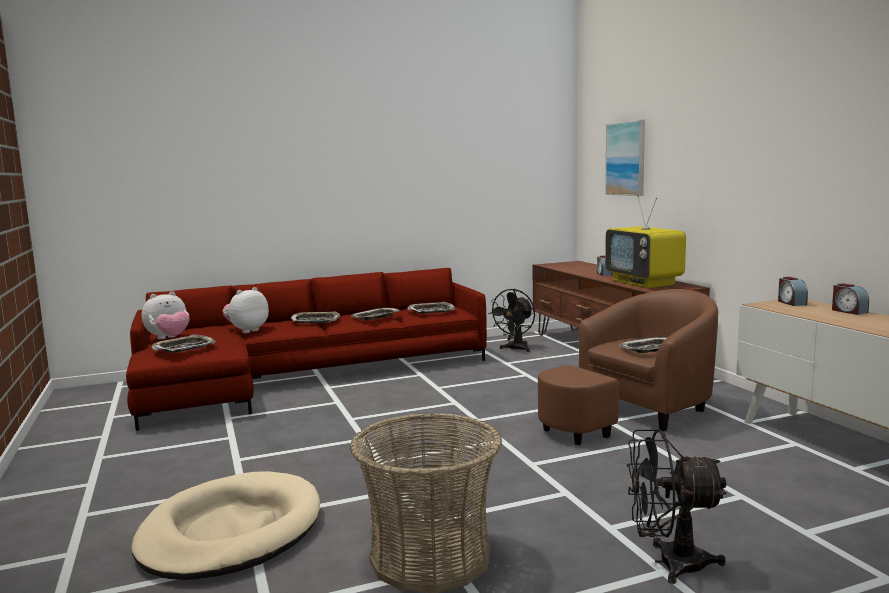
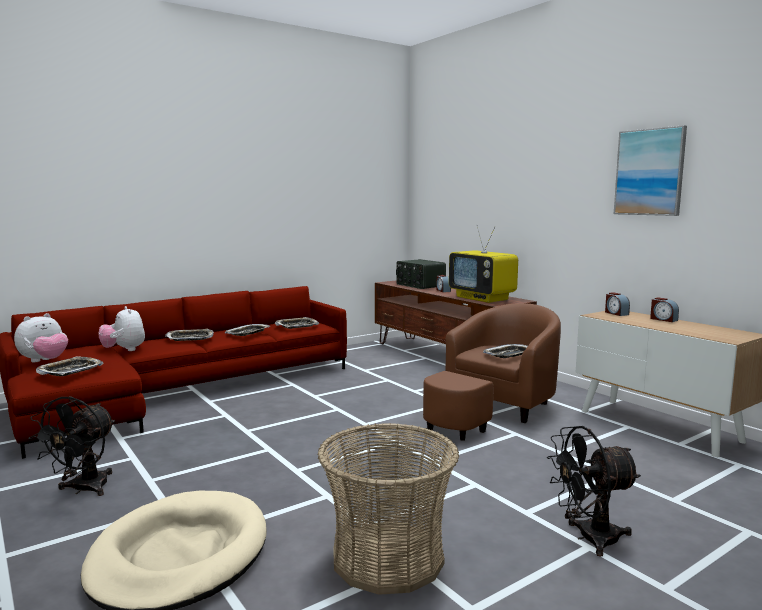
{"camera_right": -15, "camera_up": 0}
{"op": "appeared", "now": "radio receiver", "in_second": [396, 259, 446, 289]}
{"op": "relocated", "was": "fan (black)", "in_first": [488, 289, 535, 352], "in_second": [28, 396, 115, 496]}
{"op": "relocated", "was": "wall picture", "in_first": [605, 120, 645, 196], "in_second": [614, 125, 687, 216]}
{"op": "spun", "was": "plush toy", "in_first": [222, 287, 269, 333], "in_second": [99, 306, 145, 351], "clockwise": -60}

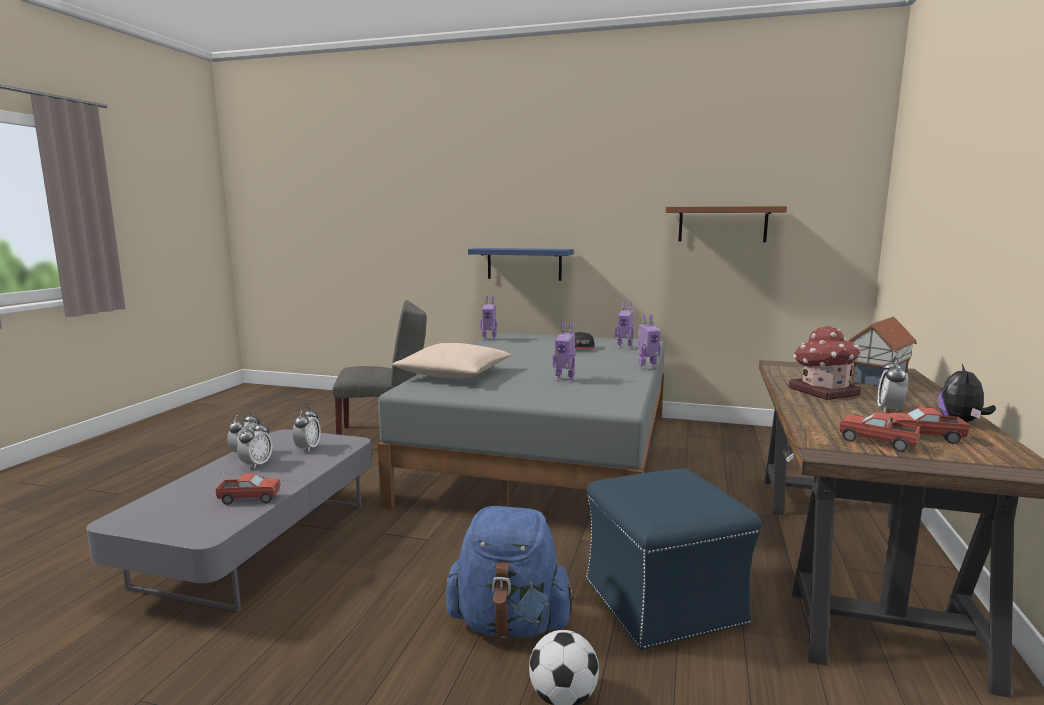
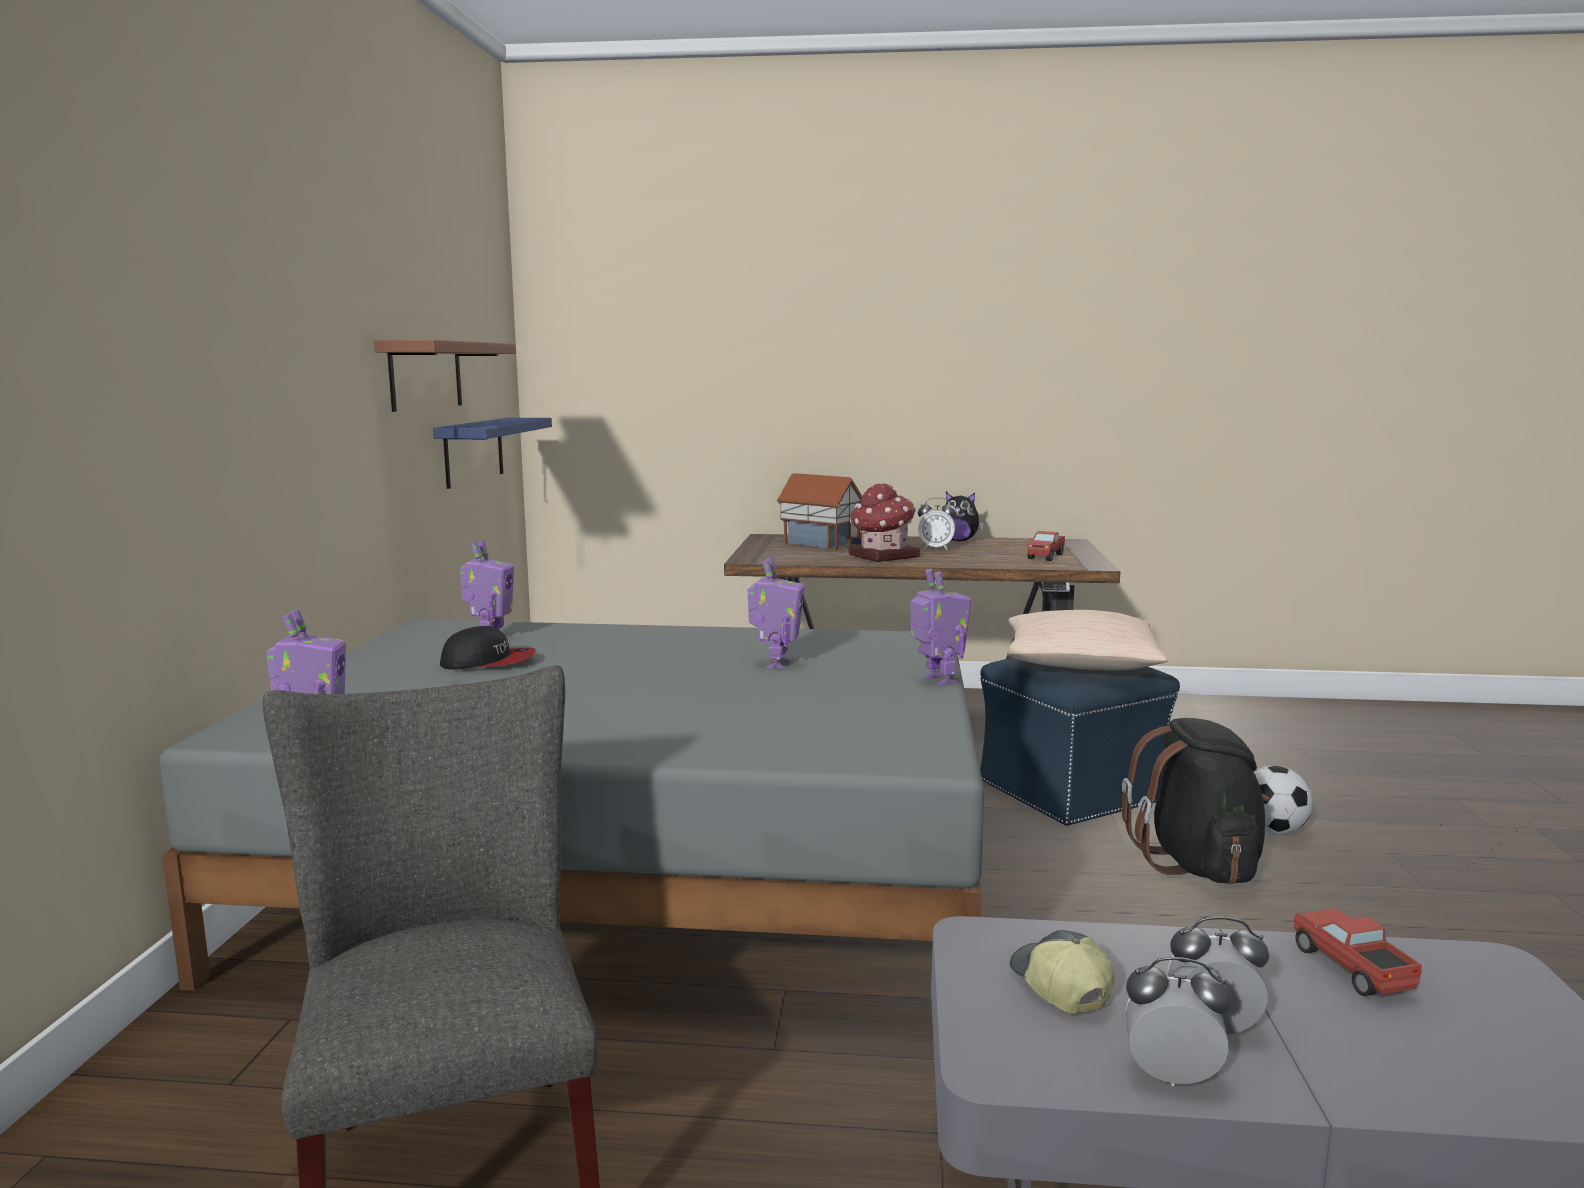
{"camera_right": -100, "camera_up": 0}
{"op": "missing", "was": "model truck", "in_first": [888, 407, 969, 444]}
{"op": "relocated", "was": "throw pillow (sand-coloured)", "in_first": [392, 343, 511, 378], "in_second": [1007, 610, 1168, 670]}
{"op": "relocated", "was": "shelf (blue-coloured)", "in_first": [468, 248, 574, 281], "in_second": [433, 418, 552, 489]}
{"op": "relocated", "was": "model robot", "in_first": [637, 314, 661, 369], "in_second": [911, 569, 971, 685]}
{"op": "exchanged", "was": "alarm clock", "now": "peaked cap", "in_first": [293, 407, 321, 452], "in_second": [1010, 930, 1114, 1014]}
{"op": "colour", "was": "knapsack (blue-coloured)", "now": "knapsack (black)", "in_first": [446, 506, 576, 638], "in_second": [1122, 718, 1269, 884]}

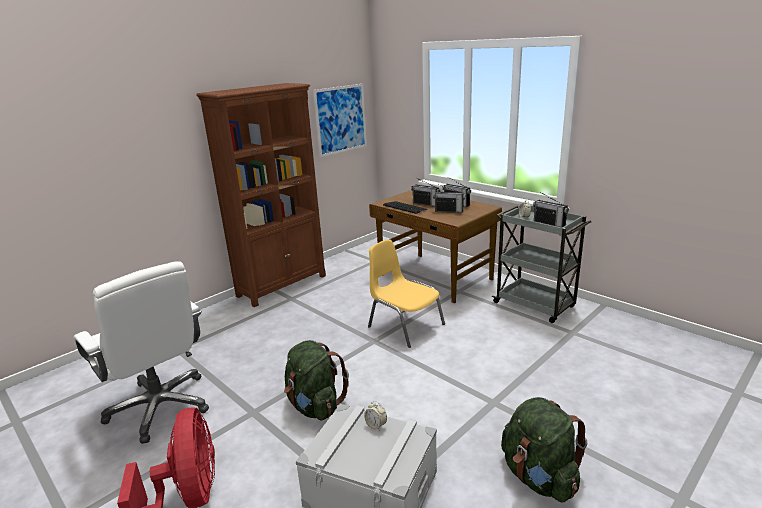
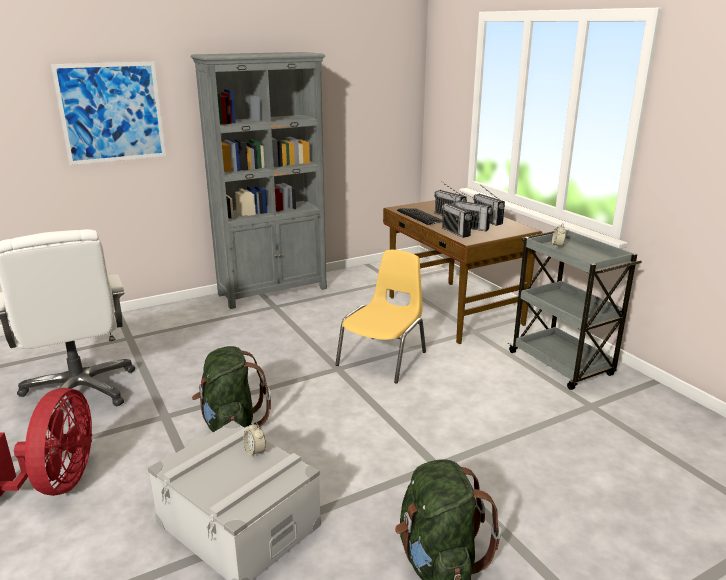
{"camera_right": 15, "camera_up": 0}
{"op": "relocated", "was": "wall picture", "in_first": [313, 84, 367, 157], "in_second": [51, 62, 166, 165]}
{"op": "relocated", "was": "radio receiver", "in_first": [533, 192, 569, 228], "in_second": [442, 194, 472, 238]}
{"op": "colour", "was": "shelving unit (brownish)", "now": "shelving unit (grey)", "in_first": [196, 83, 326, 307], "in_second": [191, 52, 327, 309]}
{"op": "spun", "was": "plain chair (yellow)", "in_first": [368, 240, 445, 348], "in_second": [335, 250, 426, 384], "clockwise": 60}

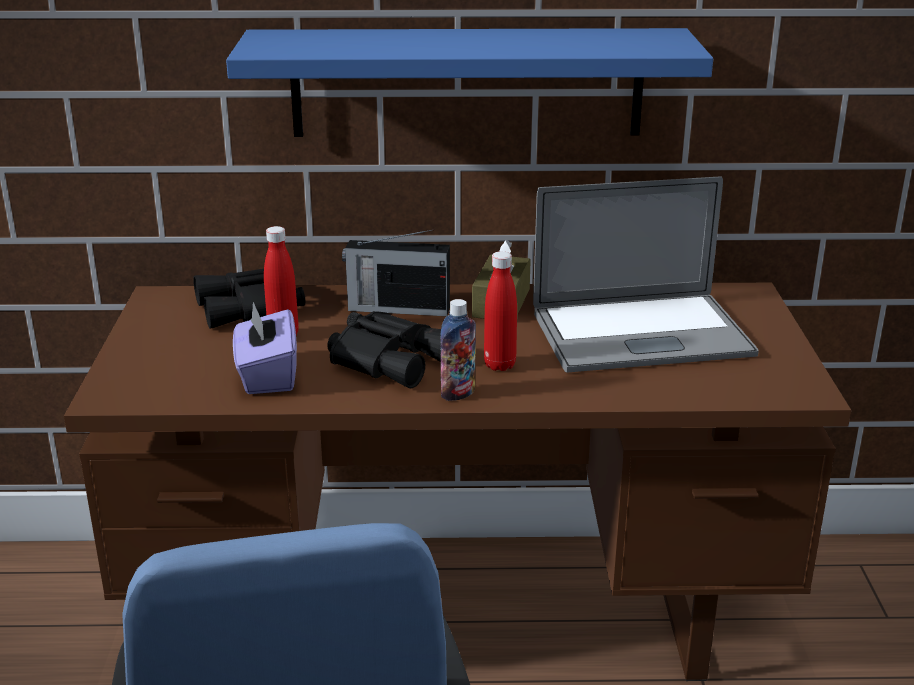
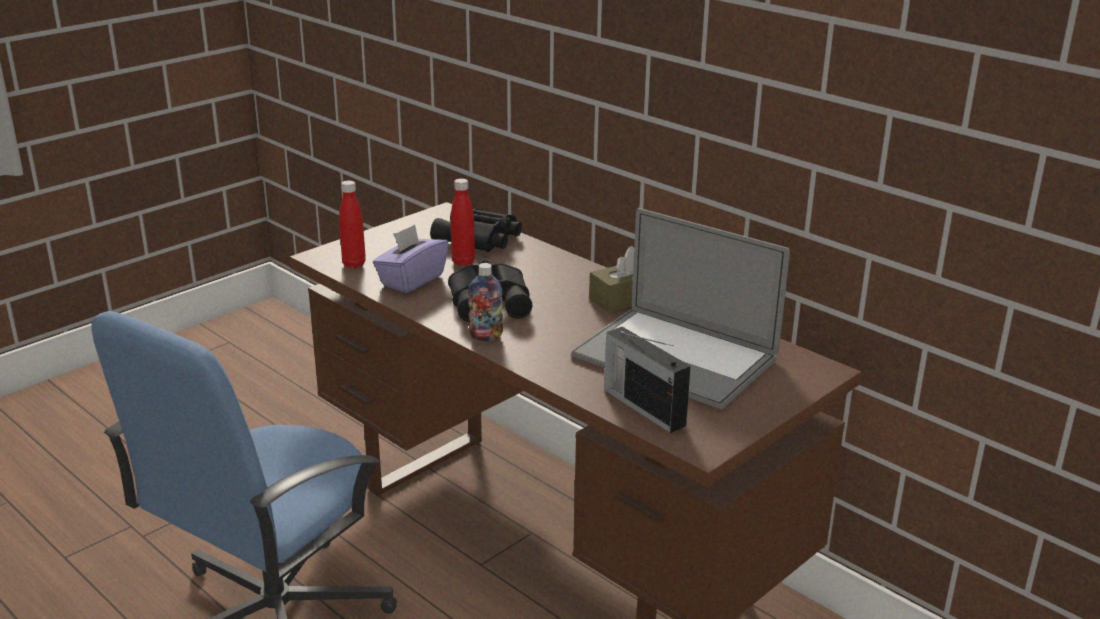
{"camera_right": 45, "camera_up": 0}
{"op": "missing", "was": "shelf (blue-coloured)", "in_first": [226, 28, 713, 137]}
{"op": "relocated", "was": "radio receiver", "in_first": [342, 229, 450, 316], "in_second": [604, 327, 691, 433]}
{"op": "relocated", "was": "drink bottle (reddish)", "in_first": [484, 251, 517, 371], "in_second": [339, 180, 366, 268]}

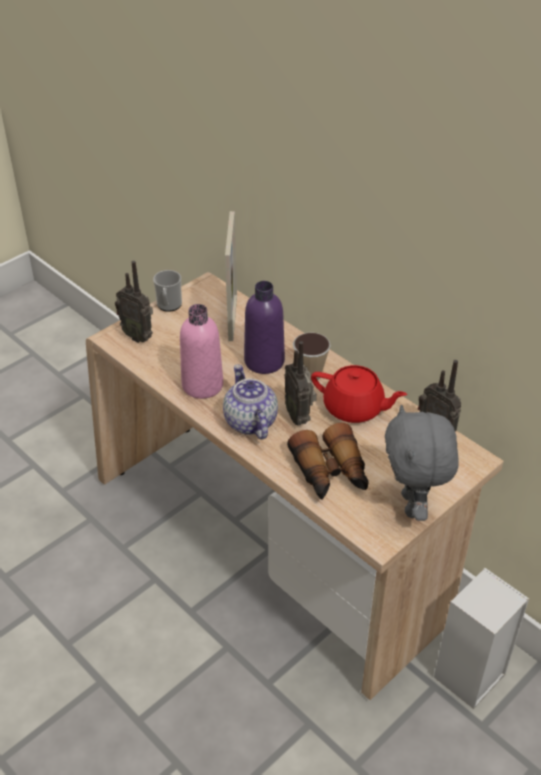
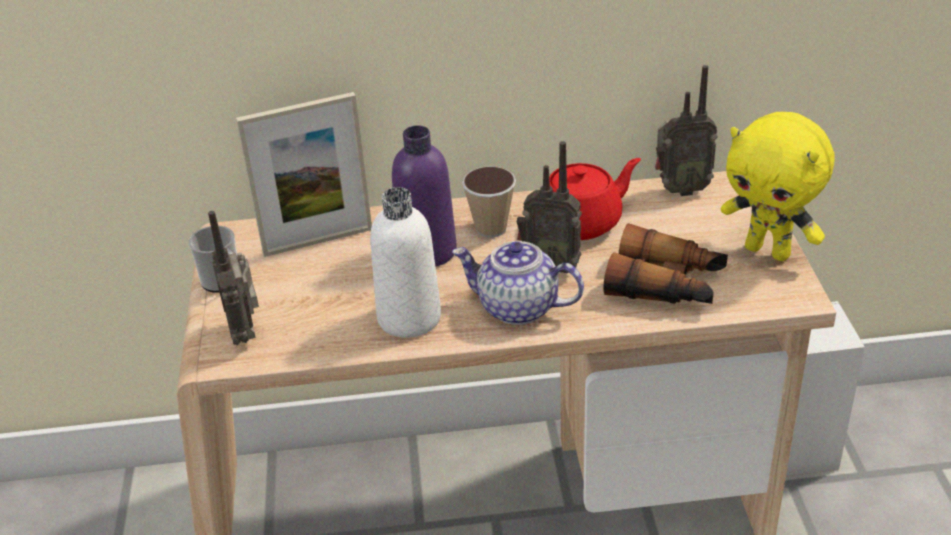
{"camera_right": -50, "camera_up": -5}
{"op": "colour", "was": "drink bottle (pink)", "now": "drink bottle (white-coloured)", "in_first": [180, 304, 223, 399], "in_second": [370, 187, 441, 338]}
{"op": "colour", "was": "plush toy (grey)", "now": "plush toy (yellow)", "in_first": [385, 405, 459, 521], "in_second": [721, 112, 835, 261]}
{"op": "spun", "was": "radio receiver", "in_first": [115, 261, 153, 343], "in_second": [208, 211, 259, 345], "clockwise": 90}
{"op": "spun", "was": "picture frame", "in_first": [225, 211, 237, 341], "in_second": [236, 92, 372, 257], "clockwise": 120}

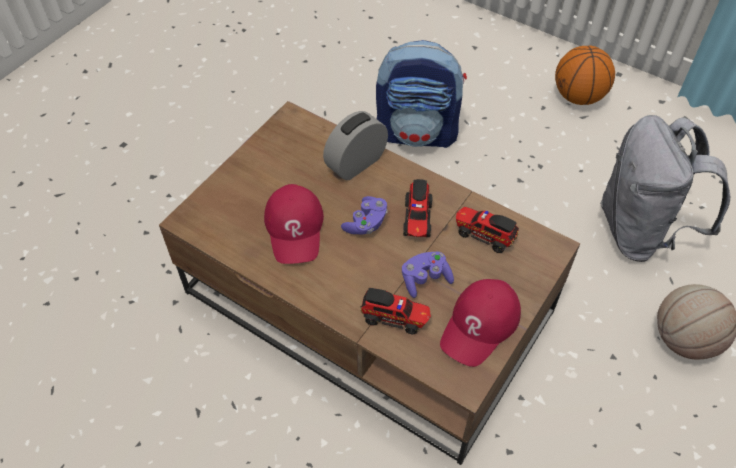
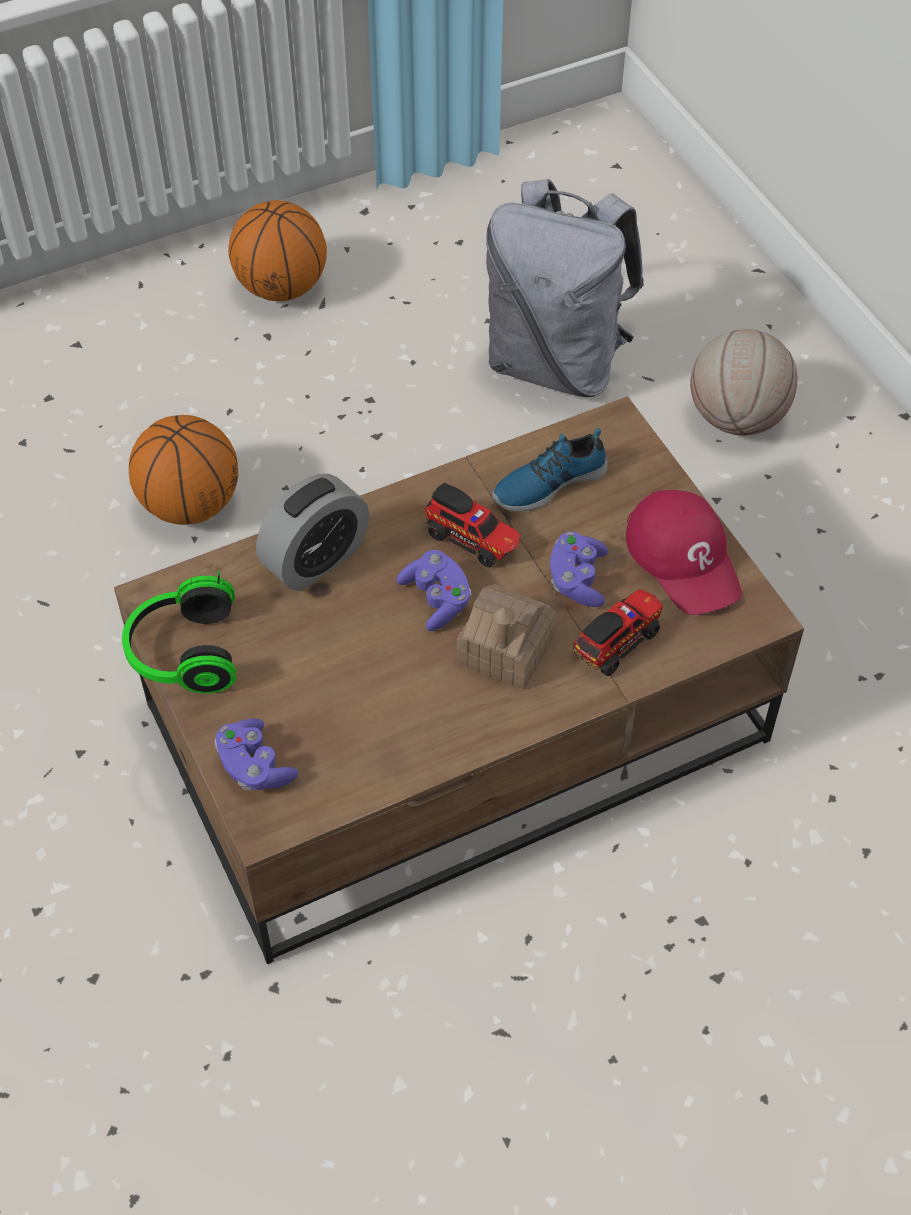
{"camera_right": -60, "camera_up": 0}
{"op": "missing", "was": "peaked cap (reddish)", "in_first": [264, 184, 324, 264]}
{"op": "appeared", "now": "pair of headphones", "in_second": [122, 570, 236, 693]}
{"op": "appeared", "now": "joypad (purplish)", "in_second": [214, 718, 298, 790]}
{"op": "appeared", "now": "toy house", "in_second": [457, 584, 555, 690]}
{"op": "exchanged", "was": "knapsack", "now": "ball for basketball", "in_first": [376, 40, 467, 148], "in_second": [129, 415, 238, 525]}
{"op": "exchanged", "was": "model truck", "now": "low shoe", "in_first": [456, 207, 519, 253], "in_second": [492, 428, 608, 512]}
{"op": "spun", "was": "alarm clock", "in_first": [323, 111, 388, 180], "in_second": [256, 474, 370, 591], "clockwise": -120}

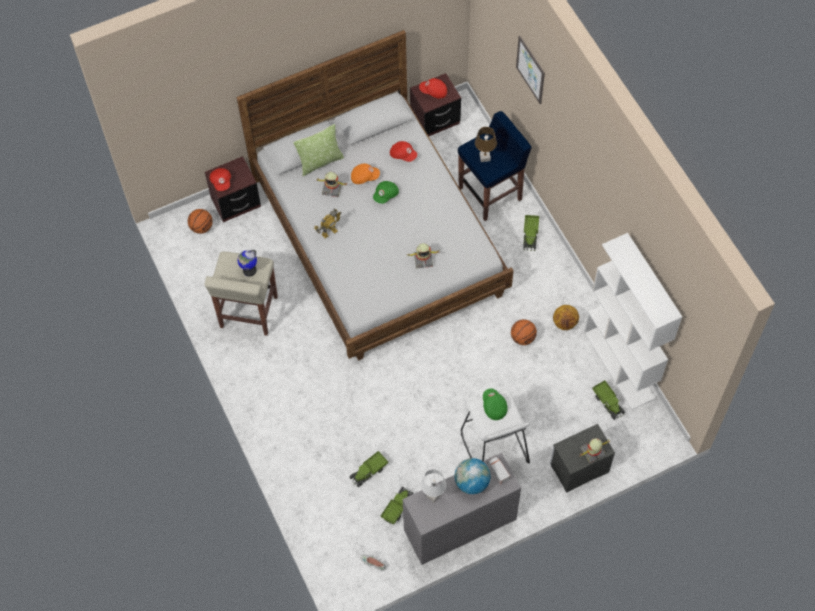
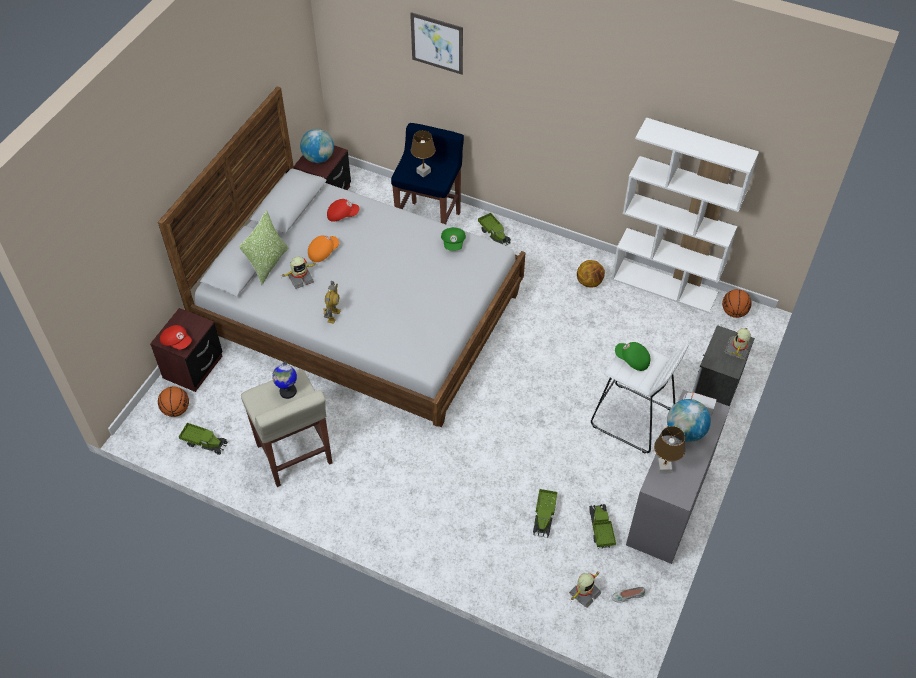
{"camera_right": -40, "camera_up": -10}
{"op": "relocated", "was": "peaked cap (green)", "in_first": [373, 181, 399, 204], "in_second": [441, 227, 466, 251]}
{"op": "relocated", "was": "model robot", "in_first": [408, 243, 440, 268], "in_second": [569, 572, 601, 608]}
{"op": "relocated", "was": "ball for basketball", "in_first": [511, 319, 537, 345], "in_second": [722, 289, 752, 318]}
{"op": "relocated", "was": "model truck", "in_first": [592, 380, 625, 420], "in_second": [179, 423, 228, 455]}
{"op": "exchanged", "was": "peaked cap (reddish)", "now": "desk globe", "in_first": [419, 78, 447, 99], "in_second": [300, 129, 334, 163]}
{"op": "colour", "was": "tabletop lamp (white-coloured)", "now": "tabletop lamp (brownish)", "in_first": [421, 469, 446, 502], "in_second": [654, 426, 686, 474]}

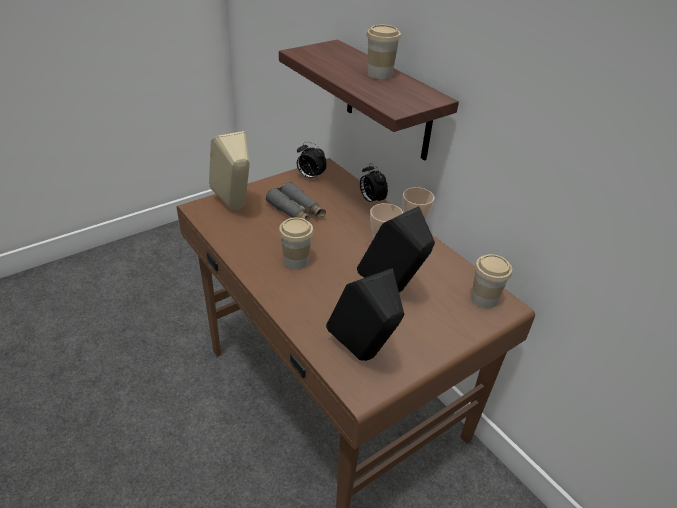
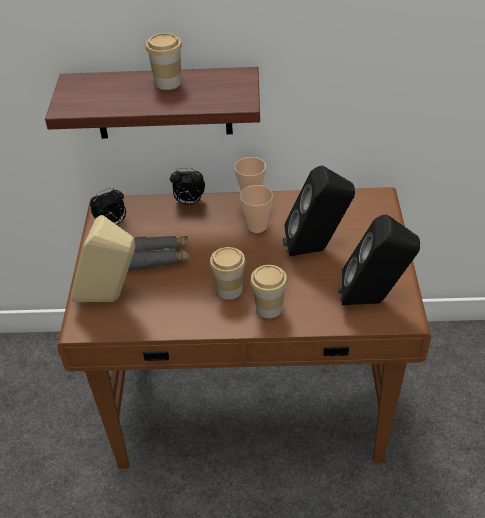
{"camera_right": -50, "camera_up": 5}
{"op": "relocated", "was": "cup", "in_first": [471, 254, 512, 309], "in_second": [250, 265, 287, 318]}

